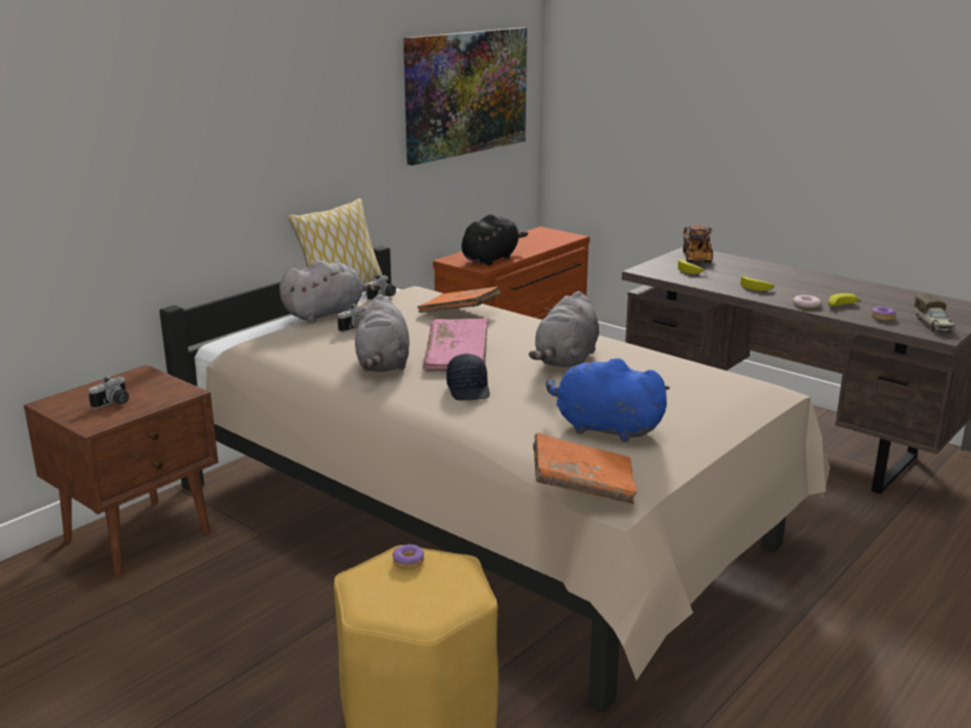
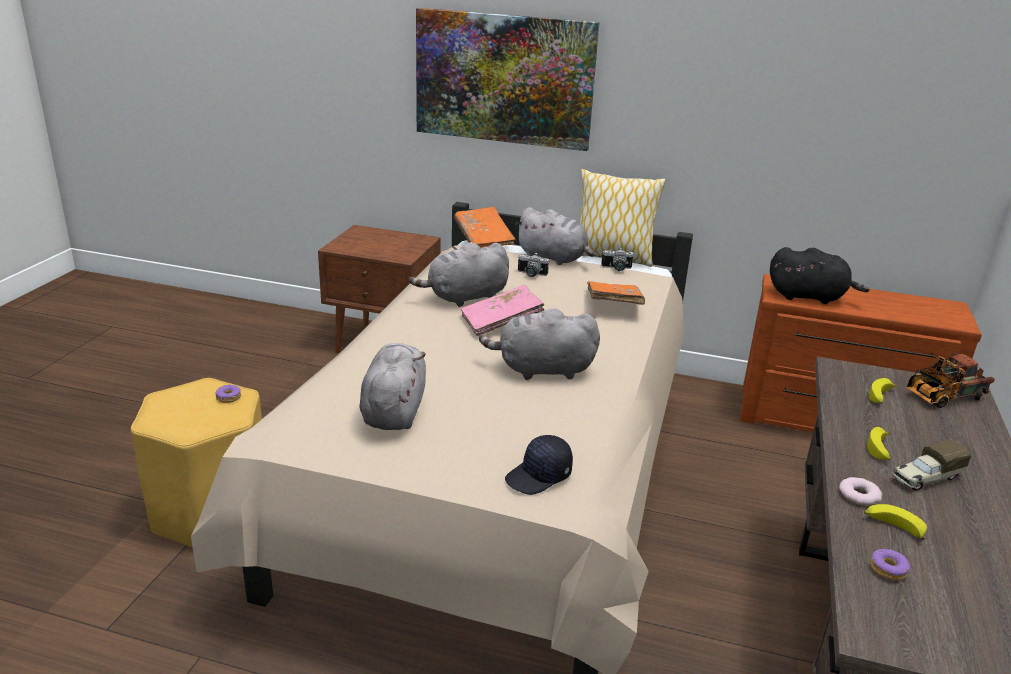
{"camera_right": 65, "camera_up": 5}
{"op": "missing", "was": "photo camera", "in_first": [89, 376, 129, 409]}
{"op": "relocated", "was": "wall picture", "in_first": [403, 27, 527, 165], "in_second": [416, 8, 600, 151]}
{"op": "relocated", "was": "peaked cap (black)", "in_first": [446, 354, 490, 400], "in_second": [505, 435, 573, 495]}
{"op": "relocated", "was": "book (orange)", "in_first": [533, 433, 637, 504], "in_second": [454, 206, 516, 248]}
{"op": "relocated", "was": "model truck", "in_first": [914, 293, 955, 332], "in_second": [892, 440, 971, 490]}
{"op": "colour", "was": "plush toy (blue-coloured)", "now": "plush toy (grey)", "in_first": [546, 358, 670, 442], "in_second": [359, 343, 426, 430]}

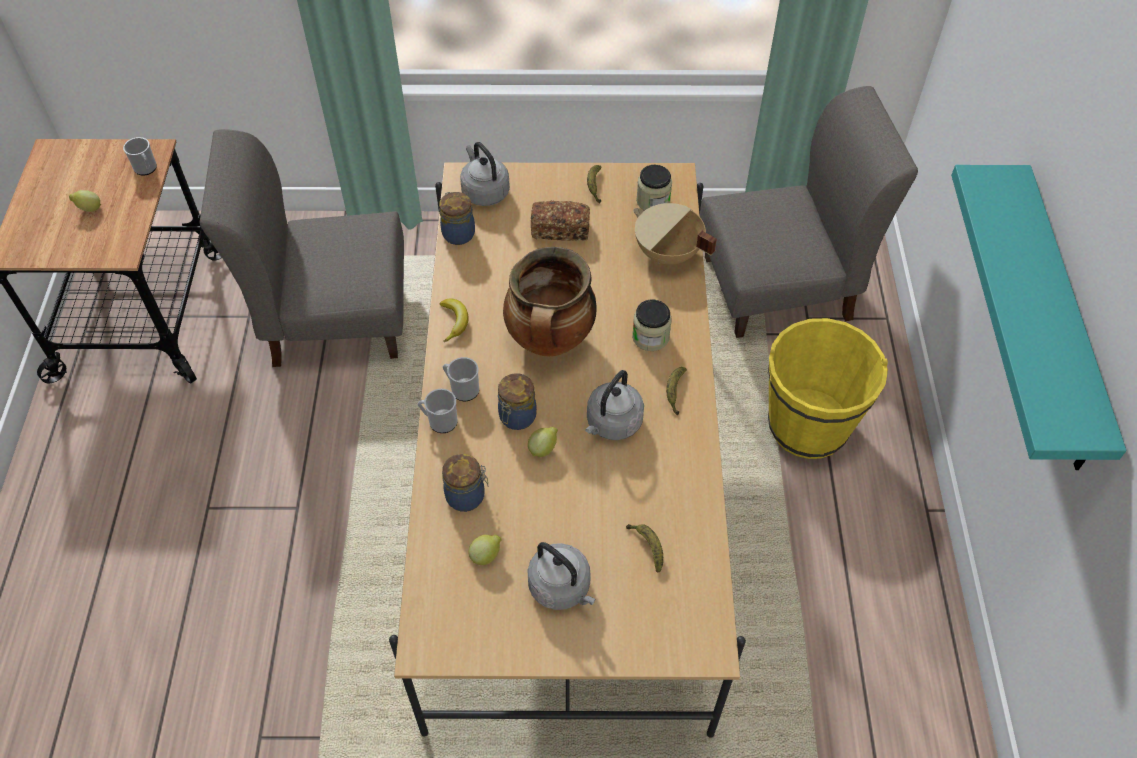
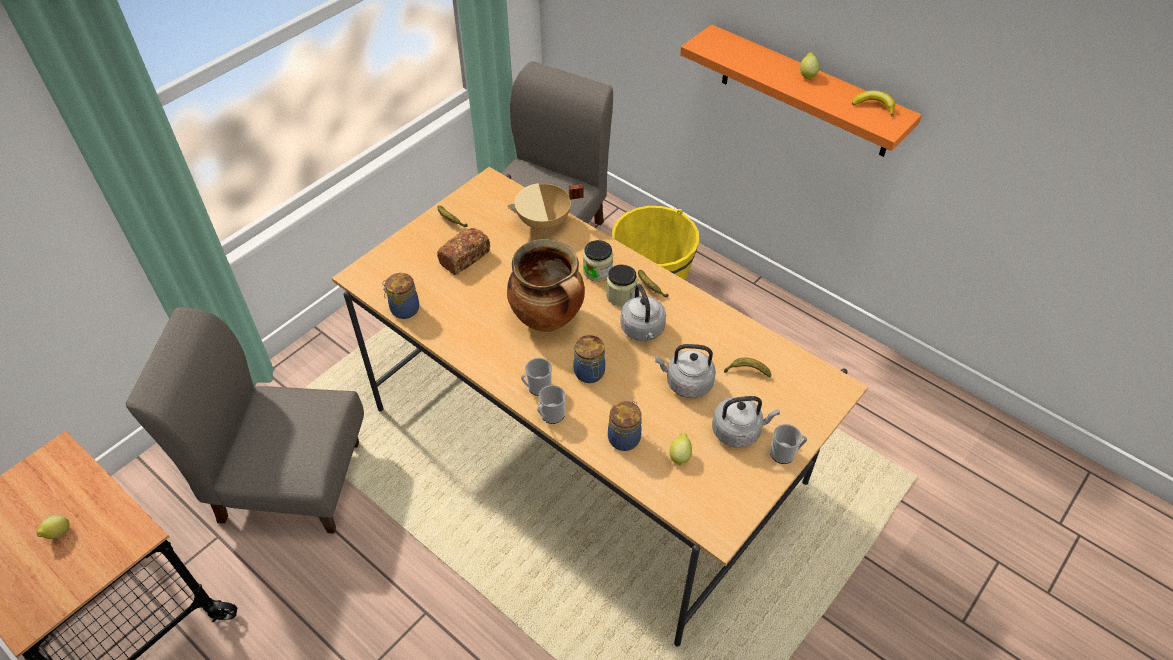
{"camera_right": -50, "camera_up": -5}
{"op": "relocated", "was": "mug", "in_first": [123, 137, 157, 176], "in_second": [770, 424, 807, 464]}
{"op": "relocated", "was": "whole banana", "in_first": [440, 299, 469, 342], "in_second": [852, 90, 895, 117]}
{"op": "relocated", "was": "kettle (grey)", "in_first": [460, 142, 510, 206], "in_second": [655, 344, 716, 398]}
{"op": "relocated", "was": "citrus fruit", "in_first": [528, 427, 558, 457], "in_second": [800, 52, 819, 80]}
{"op": "relocated", "was": "preserve jar", "in_first": [636, 164, 672, 211], "in_second": [606, 264, 638, 307]}
{"op": "colour", "was": "shelf (turquoise-coloured)", "now": "shelf (orange)", "in_first": [951, 165, 1126, 470], "in_second": [680, 24, 922, 157]}
{"op": "spun", "was": "plain chair (grey)", "in_first": [199, 129, 404, 367], "in_second": [126, 307, 364, 533], "clockwise": 60}

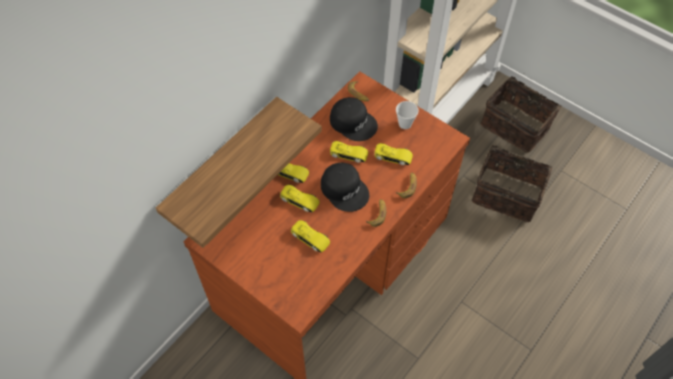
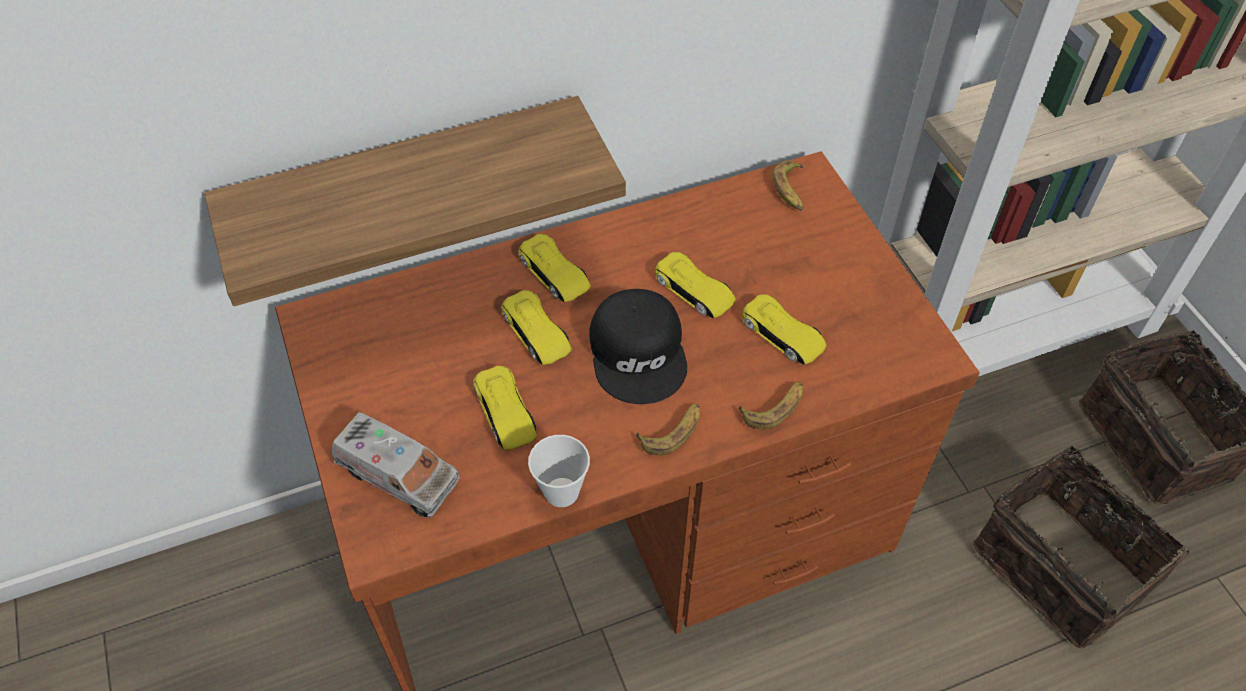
{"camera_right": 30, "camera_up": -5}
{"op": "missing", "was": "peaked cap (black)", "in_first": [330, 97, 378, 141]}
{"op": "appeared", "now": "model truck", "in_second": [332, 412, 460, 517]}
{"op": "relocated", "was": "cup", "in_first": [396, 101, 419, 129], "in_second": [528, 435, 590, 507]}

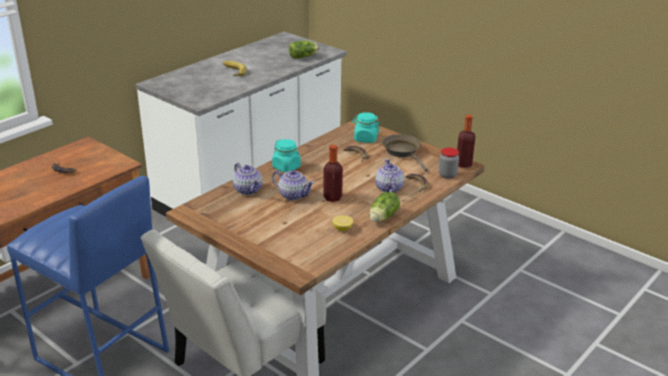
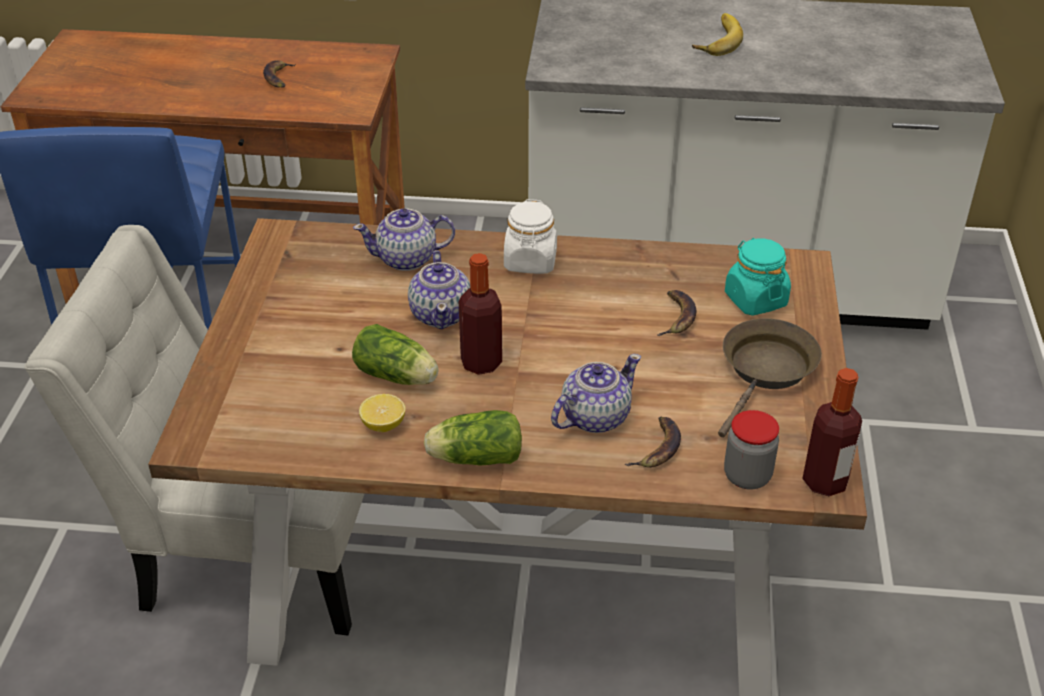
{"camera_right": 55, "camera_up": 10}
{"op": "relocated", "was": "lettuce head", "in_first": [289, 41, 319, 59], "in_second": [352, 324, 438, 385]}
{"op": "colour", "was": "preserve jar (turquoise-coloured)", "now": "preserve jar (white-coloured)", "in_first": [272, 139, 301, 173], "in_second": [504, 199, 557, 274]}
{"op": "spun", "was": "pot for tea", "in_first": [233, 163, 262, 195], "in_second": [353, 208, 455, 271], "clockwise": 60}

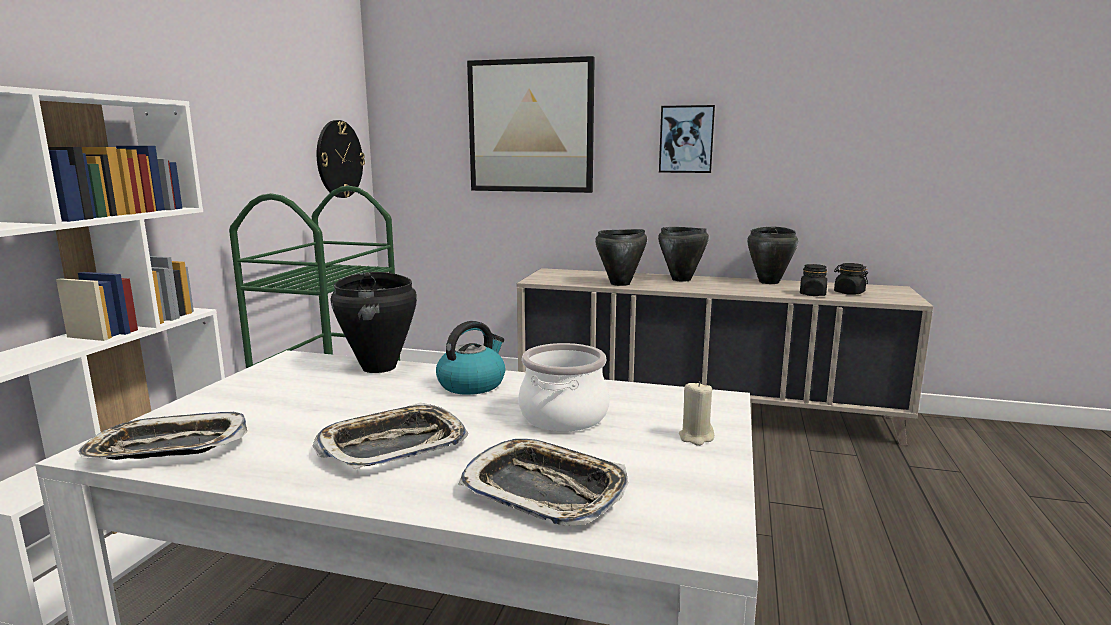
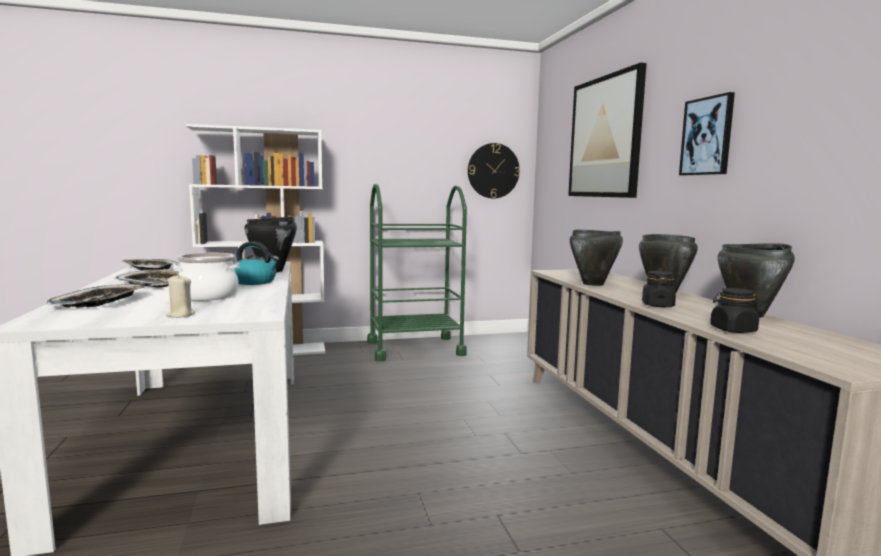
{"camera_right": 60, "camera_up": -5}
{"op": "relocated", "was": "preserve jar (black)", "in_first": [834, 263, 868, 295], "in_second": [642, 271, 676, 307]}

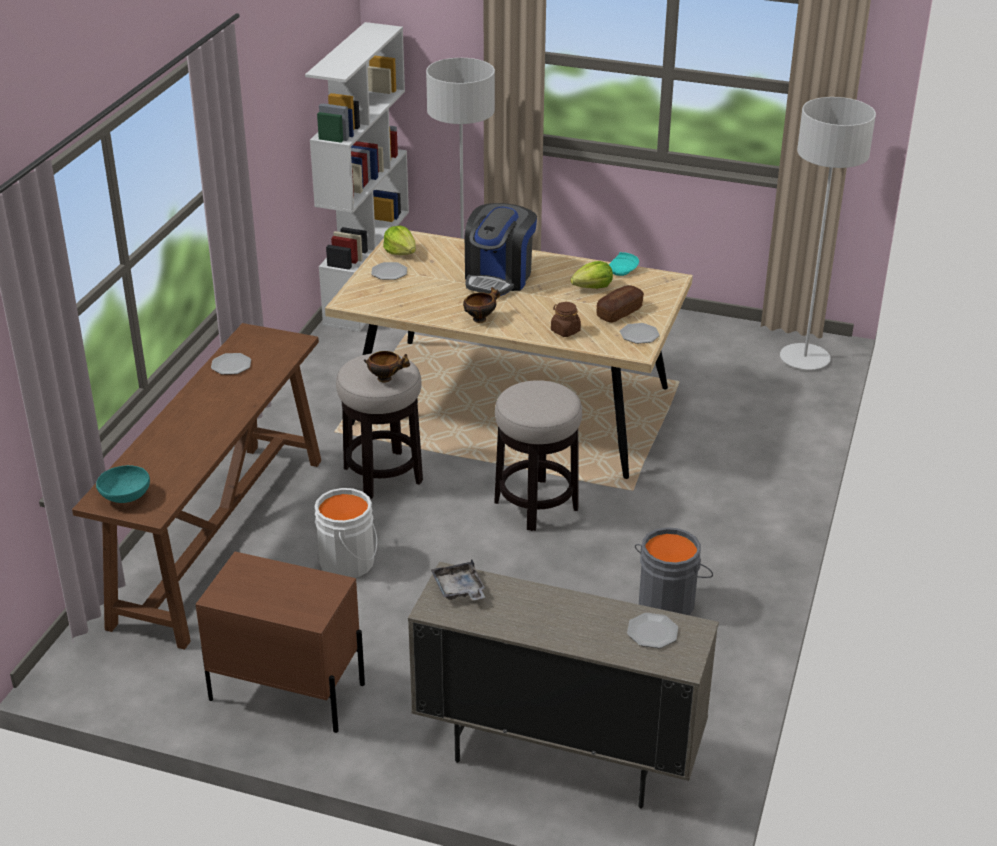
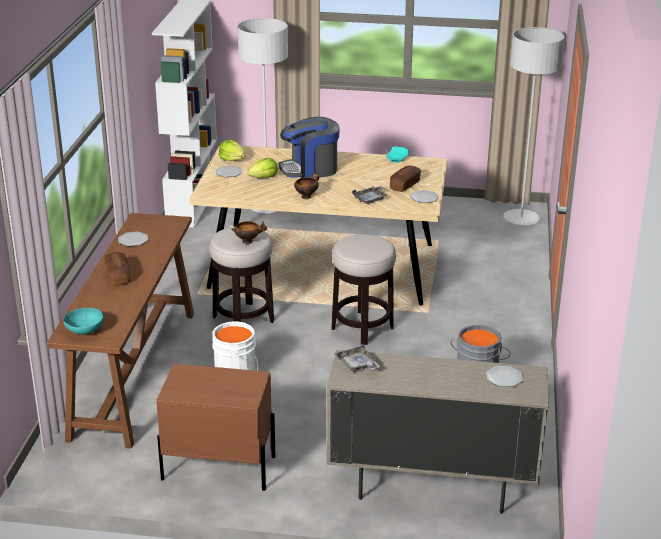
{"camera_right": -10, "camera_up": -5}
{"op": "appeared", "now": "baked bread", "in_second": [104, 252, 130, 286]}
{"op": "relocated", "was": "lettuce head", "in_first": [570, 261, 613, 289], "in_second": [247, 158, 278, 178]}
{"op": "exchanged", "was": "preserve jar (brownish)", "now": "tray (grey)", "in_first": [551, 302, 581, 337], "in_second": [352, 186, 387, 204]}
{"op": "spun", "was": "coffee brewer", "in_first": [465, 203, 537, 296], "in_second": [279, 117, 339, 178], "clockwise": 60}

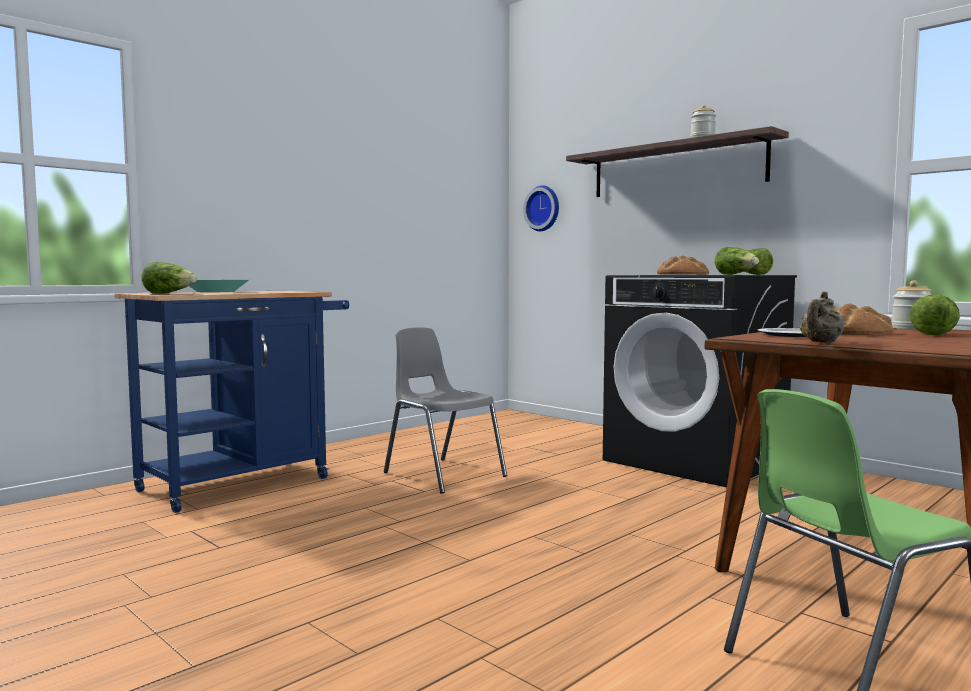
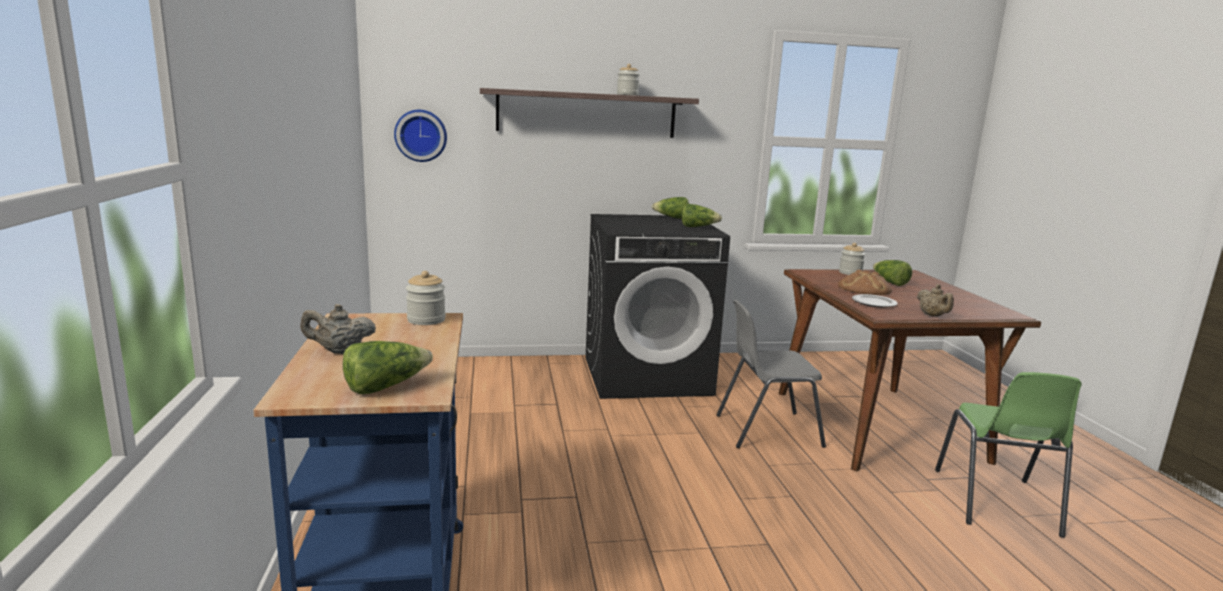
{"camera_right": -55, "camera_up": 10}
{"op": "missing", "was": "baked bread", "in_first": [657, 256, 709, 275]}
{"op": "appeared", "now": "preserve jar", "in_second": [406, 271, 446, 325]}
{"op": "relocated", "was": "plain chair (grey)", "in_first": [384, 327, 507, 494], "in_second": [716, 300, 826, 448]}
{"op": "exchanged", "was": "serving bowl (turquoise-coloured)", "now": "pot for tea (sand-coloured)", "in_first": [189, 279, 249, 292], "in_second": [300, 304, 376, 354]}

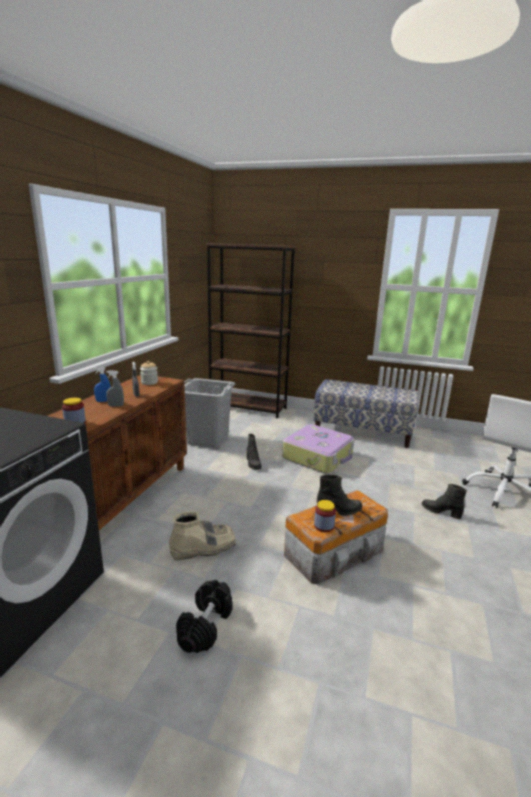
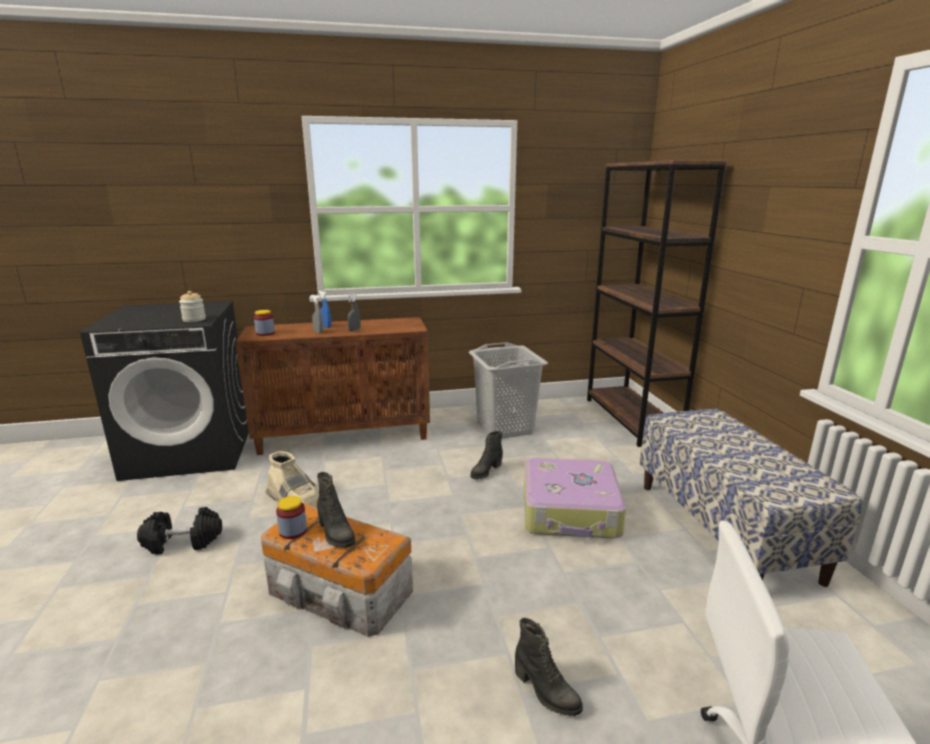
{"camera_right": 60, "camera_up": 0}
{"op": "relocated", "was": "preserve jar", "in_first": [140, 361, 158, 385], "in_second": [179, 291, 206, 322]}
{"op": "spun", "was": "tall boot (black)", "in_first": [421, 484, 467, 519], "in_second": [515, 618, 583, 716], "clockwise": 135}

